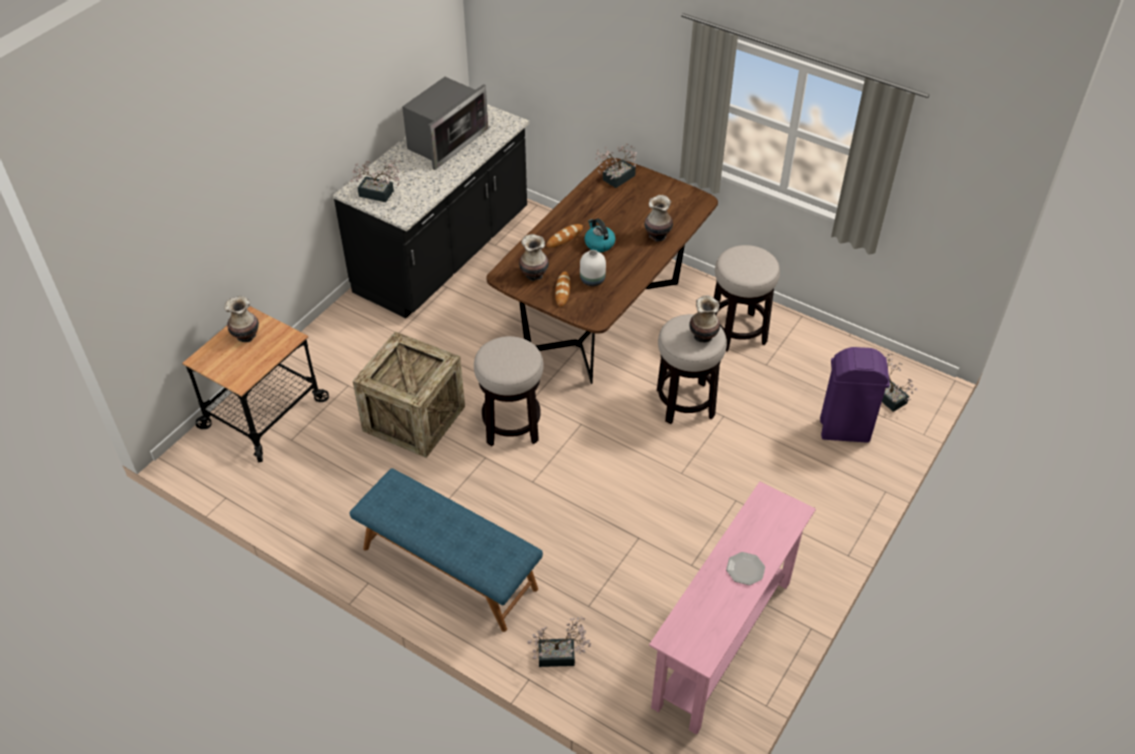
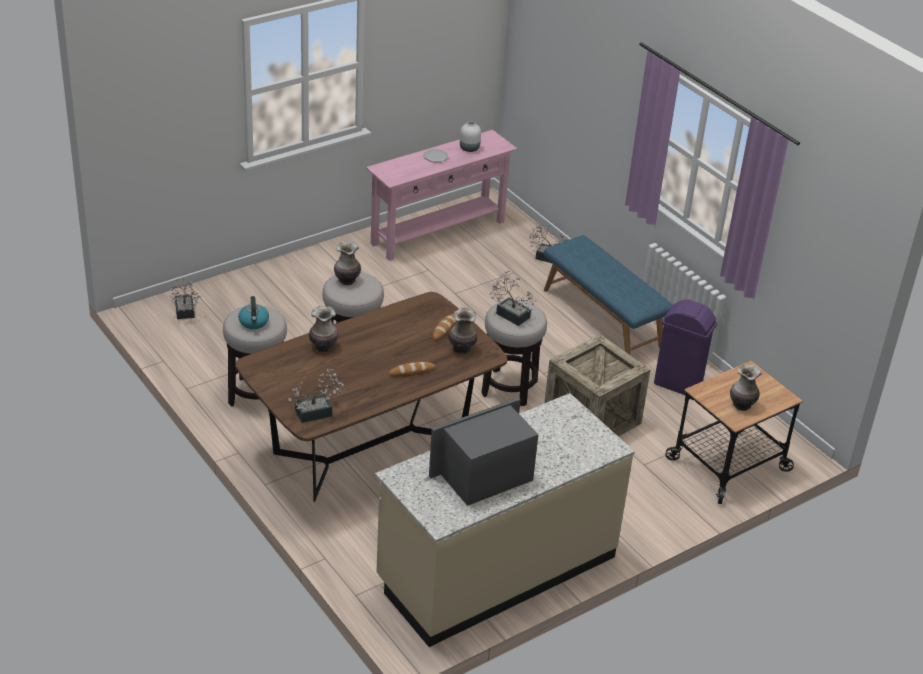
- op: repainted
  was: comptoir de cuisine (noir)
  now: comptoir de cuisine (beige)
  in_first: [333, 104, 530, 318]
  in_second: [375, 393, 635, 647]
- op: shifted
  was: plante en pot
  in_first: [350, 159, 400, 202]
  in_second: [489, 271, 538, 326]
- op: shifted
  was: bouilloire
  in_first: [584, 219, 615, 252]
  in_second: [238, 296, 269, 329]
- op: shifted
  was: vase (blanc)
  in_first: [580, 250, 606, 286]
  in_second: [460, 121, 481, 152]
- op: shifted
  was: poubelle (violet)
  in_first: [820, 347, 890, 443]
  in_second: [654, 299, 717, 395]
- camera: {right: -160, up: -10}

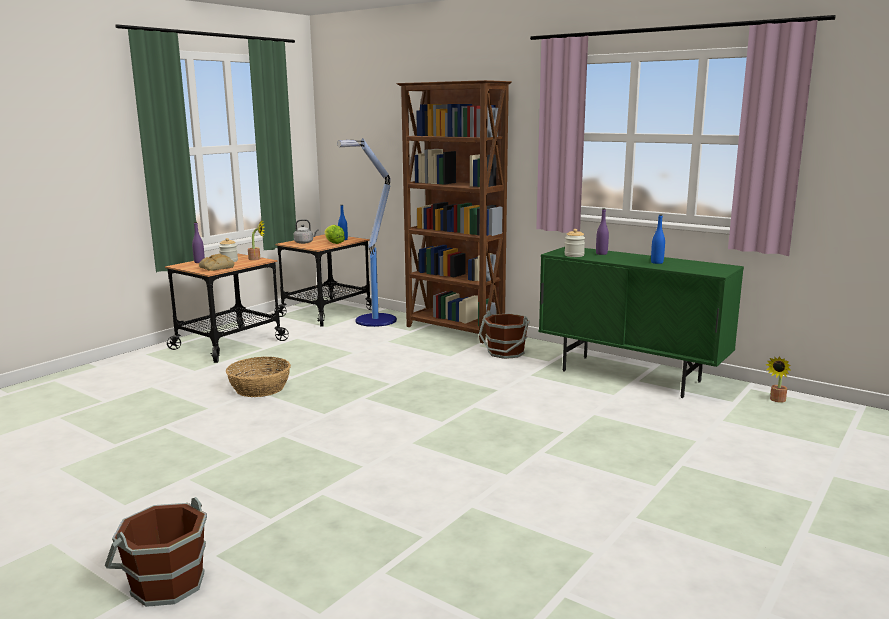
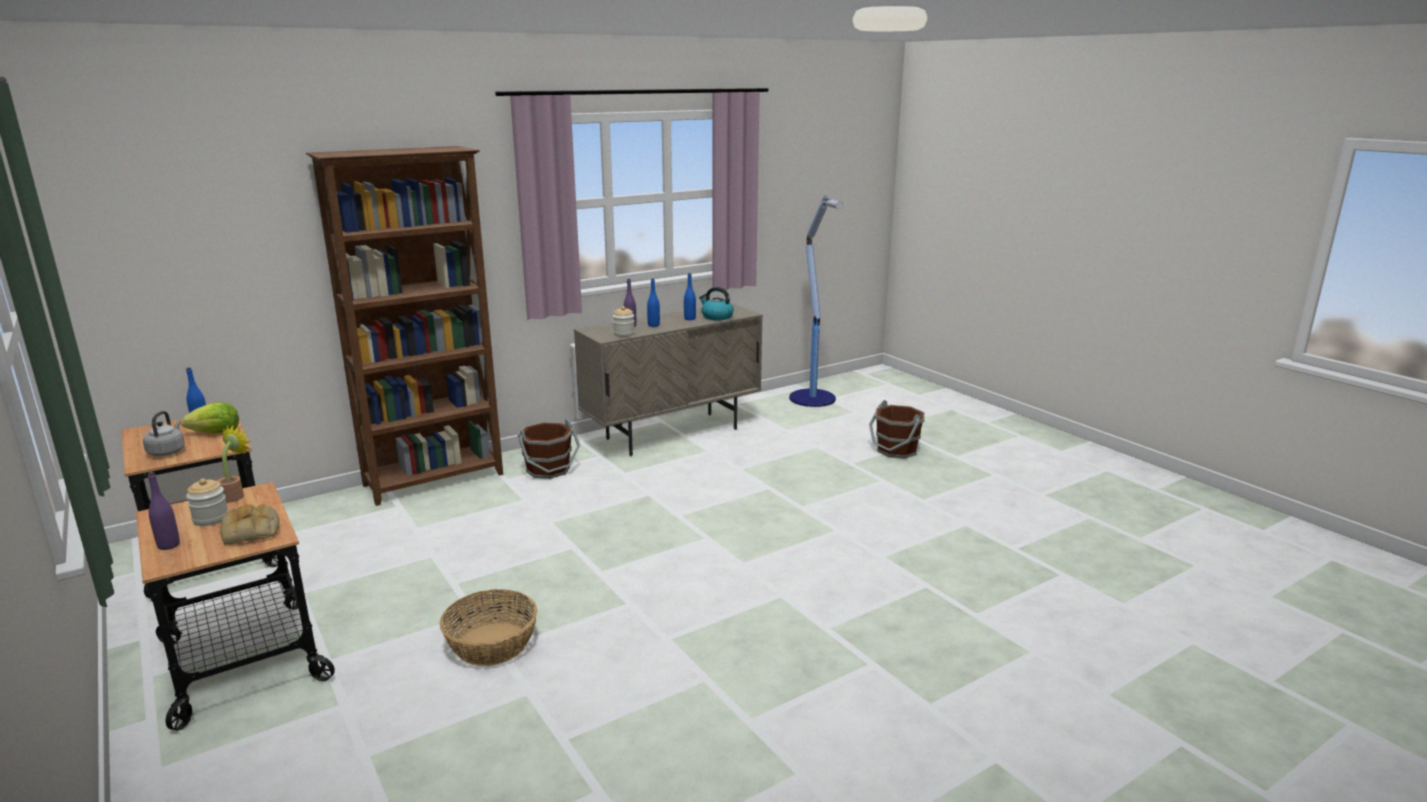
- op: shifted
  was: lampadaire
  in_first: [337, 138, 397, 327]
  in_second: [789, 196, 843, 407]
- op: repainted
  was: meuble de rangement (vert)
  now: meuble de rangement (beige)
  in_first: [539, 247, 744, 398]
  in_second: [574, 303, 763, 456]
- op: gone
  was: plante en pot
  in_first: [766, 357, 790, 403]
- op: shifted
  was: seau (marron)
  in_first: [105, 497, 207, 607]
  in_second: [869, 400, 925, 459]
- op: new
  now: bouteille (bleu)
  in_second: [647, 279, 660, 327]
- op: new
  now: bouilloire
  in_second: [699, 287, 734, 320]
- camera: {right: -70, up: 5}

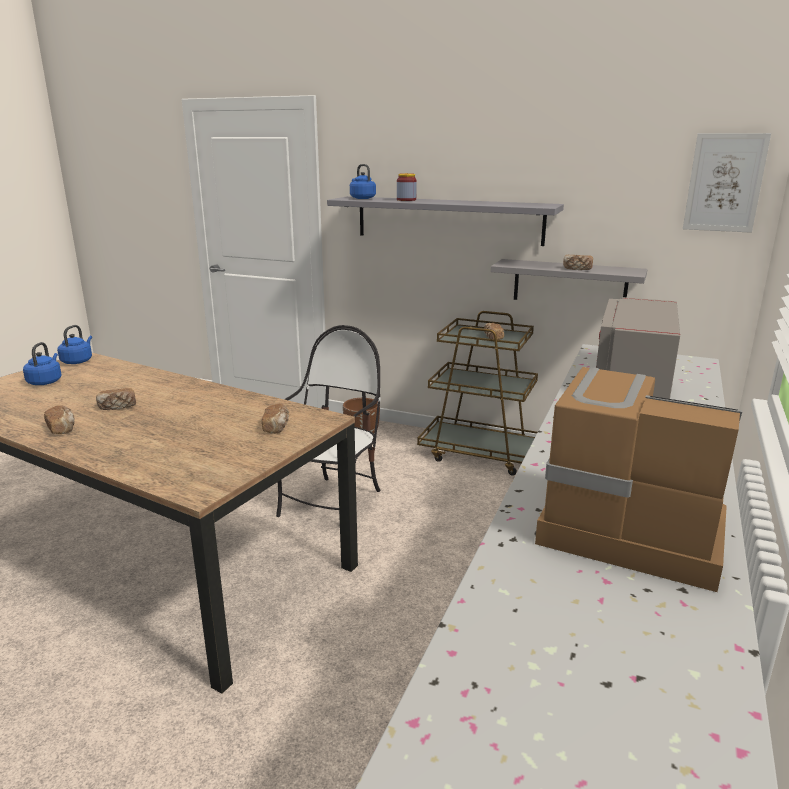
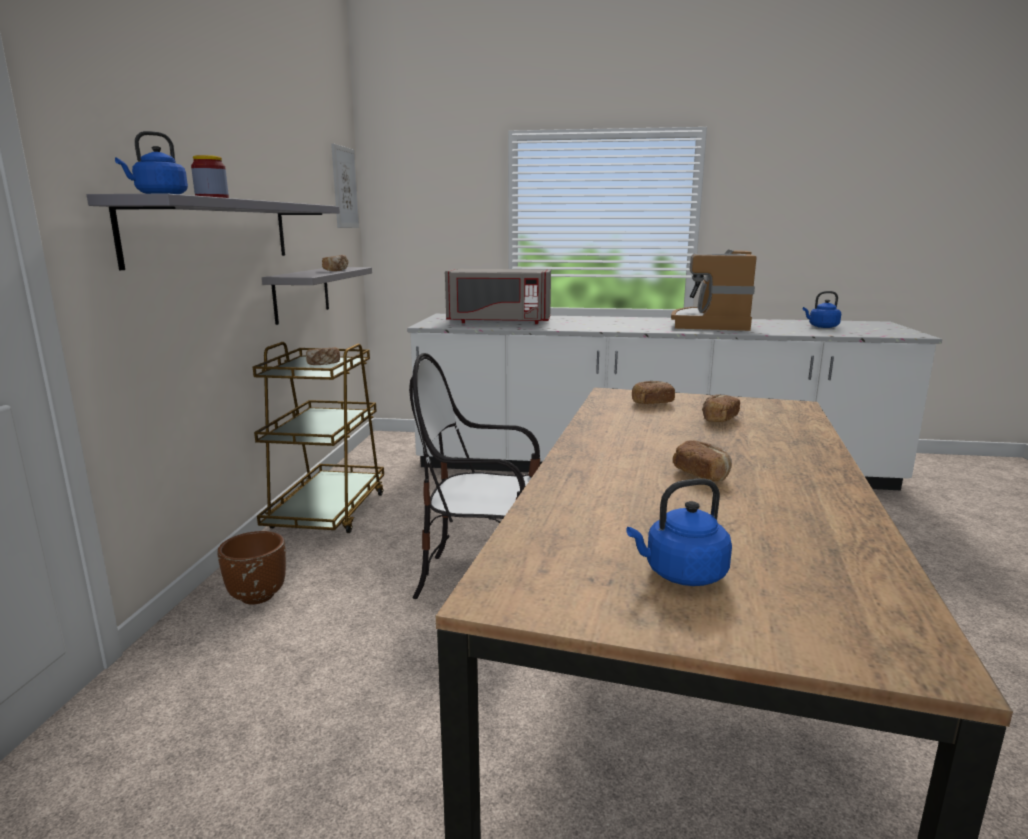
- op: shifted
  was: bouilloire (bleu)
  in_first: [57, 325, 92, 364]
  in_second: [803, 291, 841, 328]
- op: shifted
  was: pain
  in_first: [44, 405, 75, 434]
  in_second: [702, 394, 740, 422]
- camera: {right: -105, up: -5}

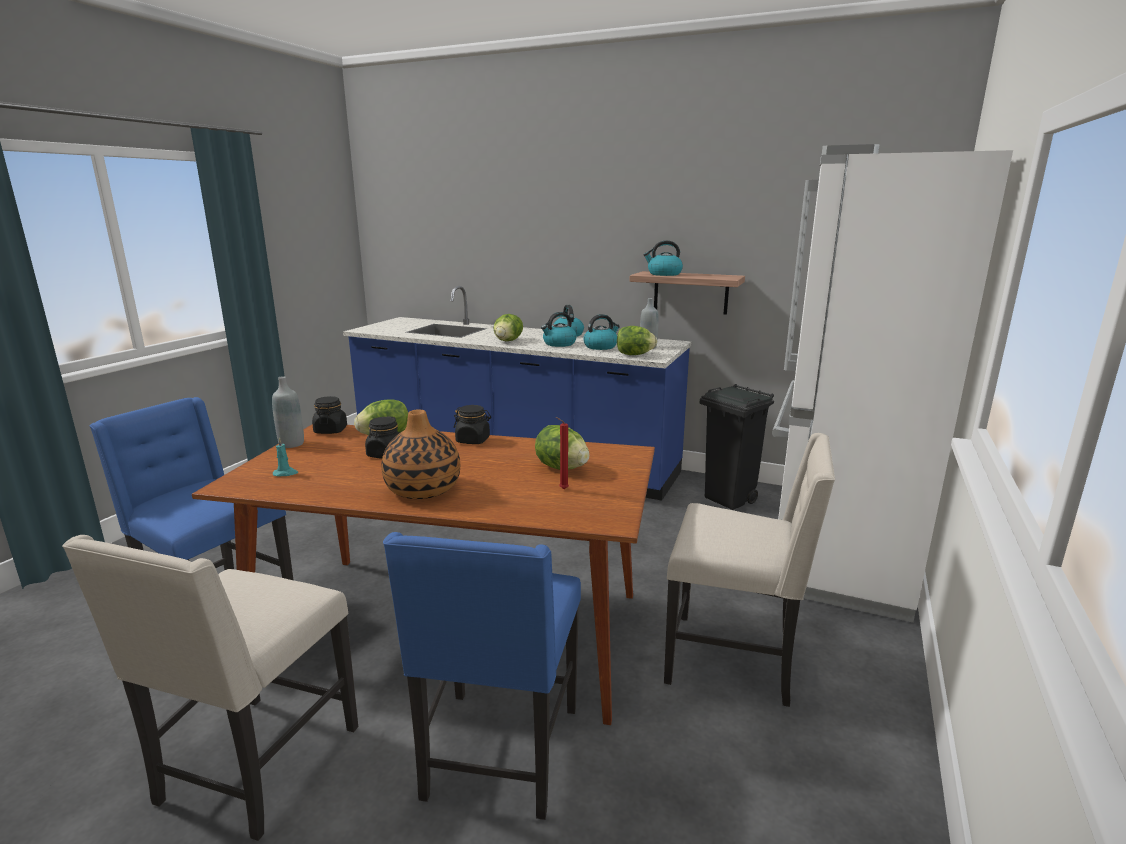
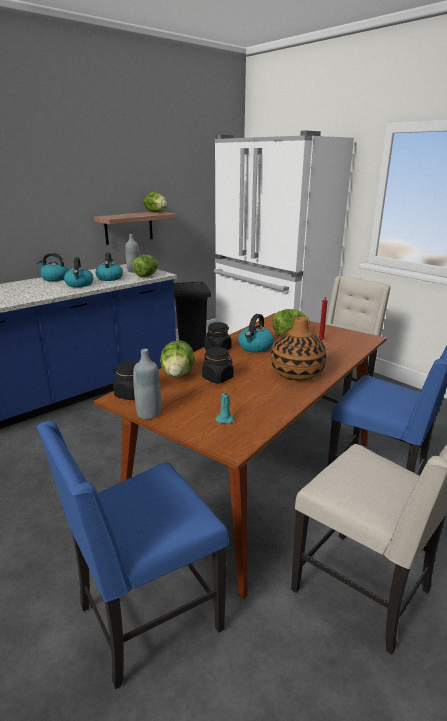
- op: shifted
  was: bouilloire
  in_first: [643, 240, 683, 276]
  in_second: [238, 314, 274, 353]
- op: shifted
  was: laitue
  in_first: [493, 314, 523, 341]
  in_second: [144, 192, 167, 212]
- camera: {right: -65, up: 5}

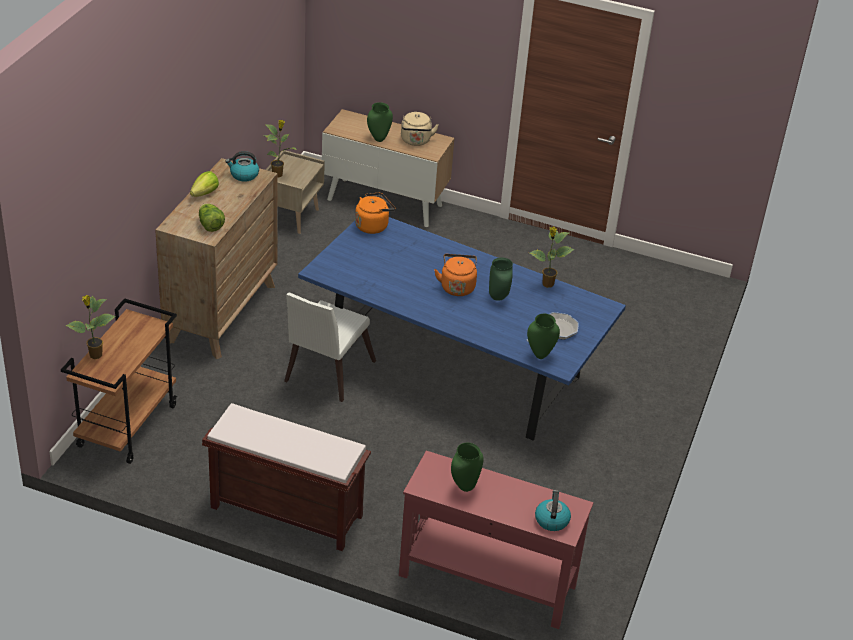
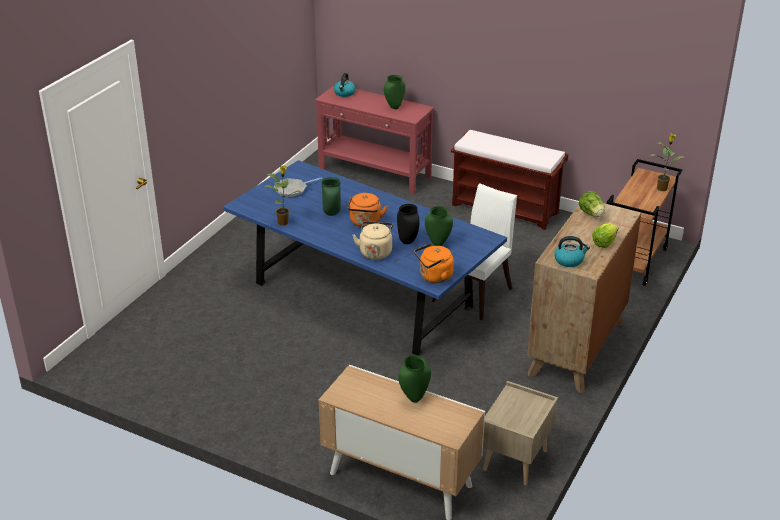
- op: shifted
  was: bouilloire (beige)
  in_first: [401, 112, 439, 146]
  in_second: [352, 221, 393, 260]
- op: gone
  was: plante en pot
  in_first: [262, 120, 296, 178]
- op: shifted
  was: vase (vert)
  in_first: [527, 314, 560, 359]
  in_second: [425, 206, 453, 246]
- op: new
  now: vase (noir)
  in_second: [397, 204, 419, 244]
- camera: {right: -170, up: -5}

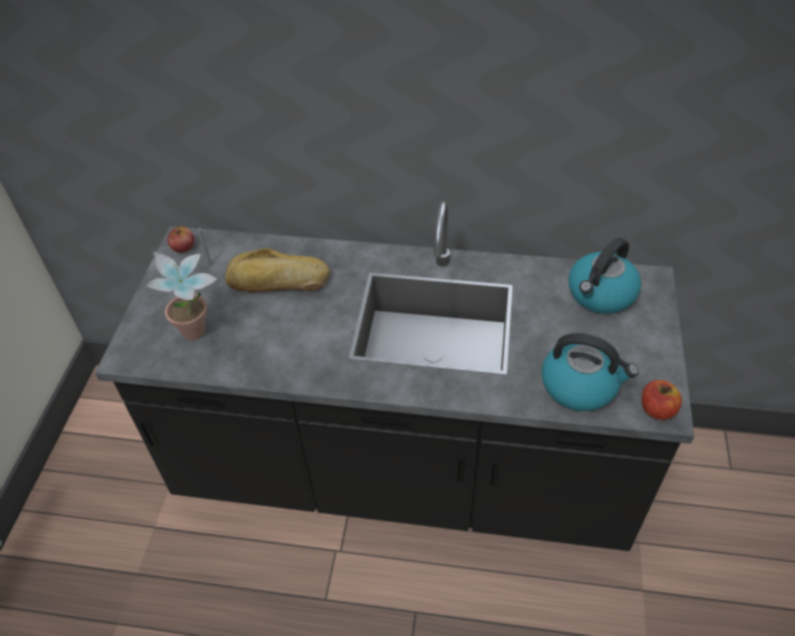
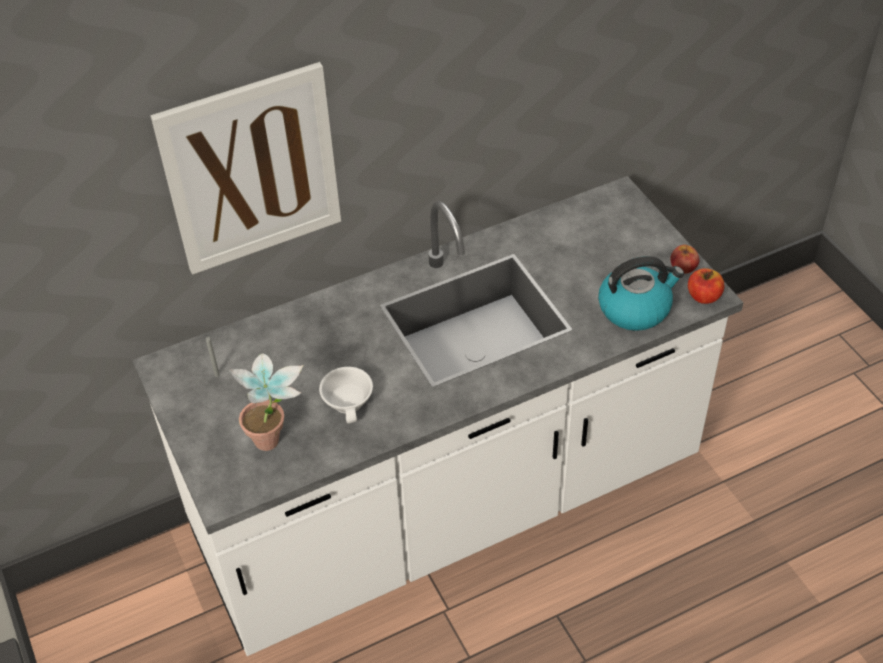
- op: repainted
  was: comptoir de cuisine (noir)
  now: comptoir de cuisine (blanc)
  in_first: [95, 201, 694, 551]
  in_second: [132, 176, 743, 656]
- op: shifted
  was: pomme
  in_first: [167, 226, 195, 253]
  in_second: [670, 245, 699, 274]
- op: gone
  was: bouilloire
  in_first: [568, 238, 641, 314]
- op: gone
  was: pain
  in_first: [225, 248, 330, 292]
- op: new
  now: tableau
  in_second: [151, 62, 341, 275]
- op: new
  now: tasse (blanc)
  in_second: [319, 367, 373, 424]
- camera: {right: -35, up: 0}

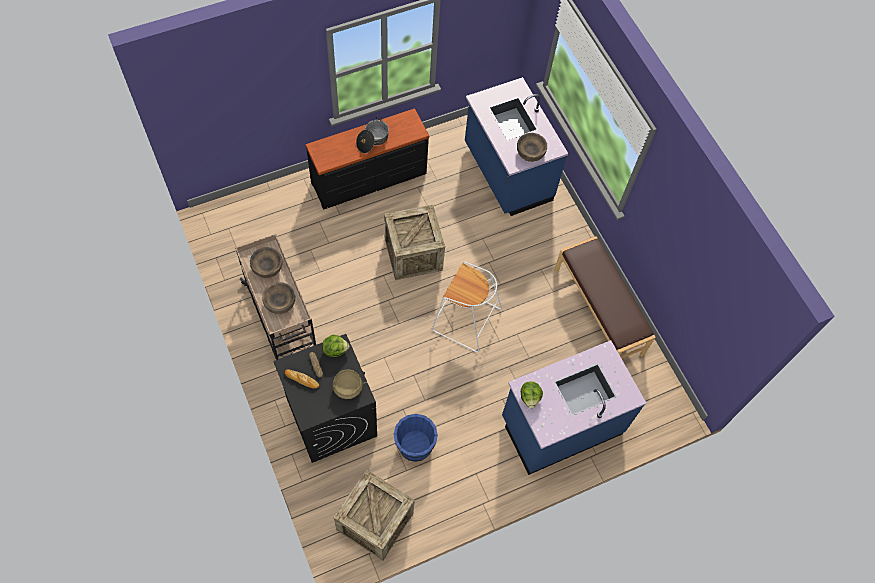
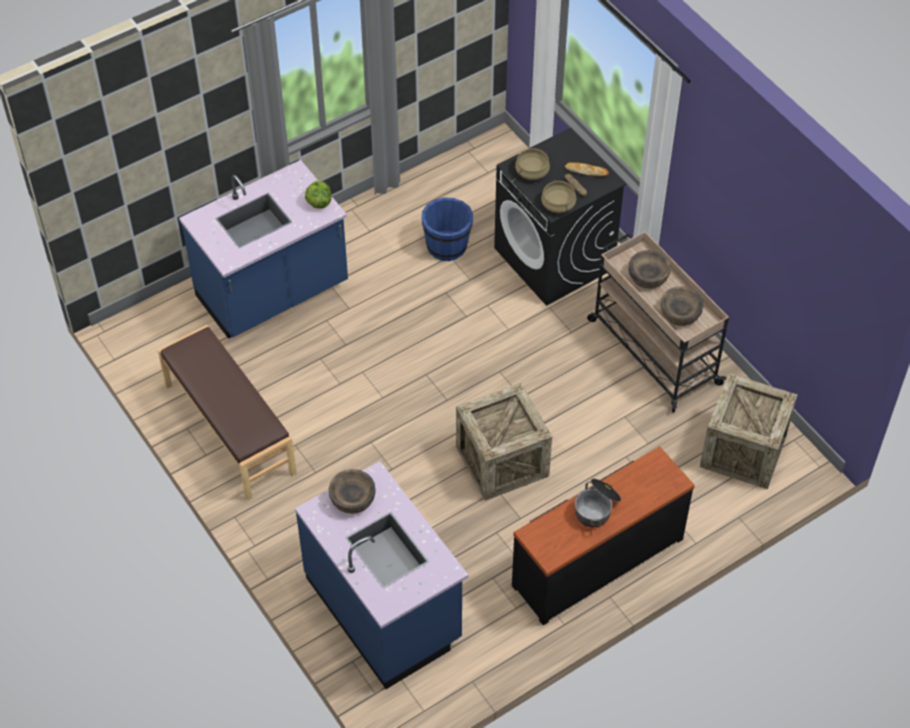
- op: gone
  was: tabouret (blanc)
  in_first: [432, 262, 502, 352]
- op: swapped
  was: laitue
  now: marmite (beige)
  in_first: [322, 335, 349, 357]
  in_second: [541, 180, 577, 213]
- op: shifted
  was: caisse
  in_first: [333, 469, 415, 561]
  in_second: [700, 373, 798, 489]
- camera: {right: 175, up: -10}

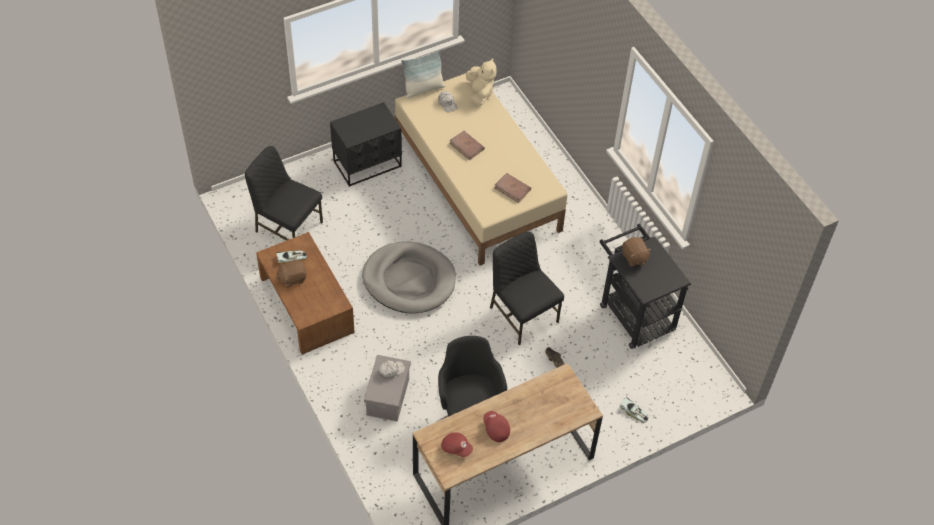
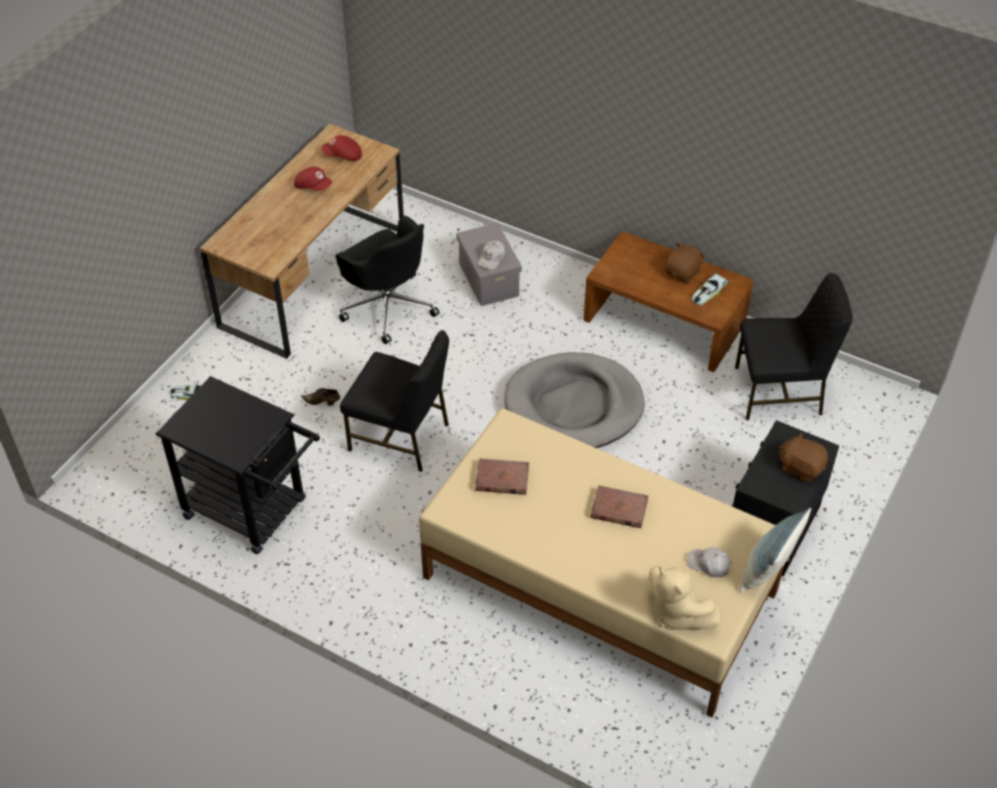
- op: shifted
  was: peluche (marron)
  in_first: [622, 237, 652, 266]
  in_second: [779, 432, 828, 482]
- camera: {right: 150, up: -5}

